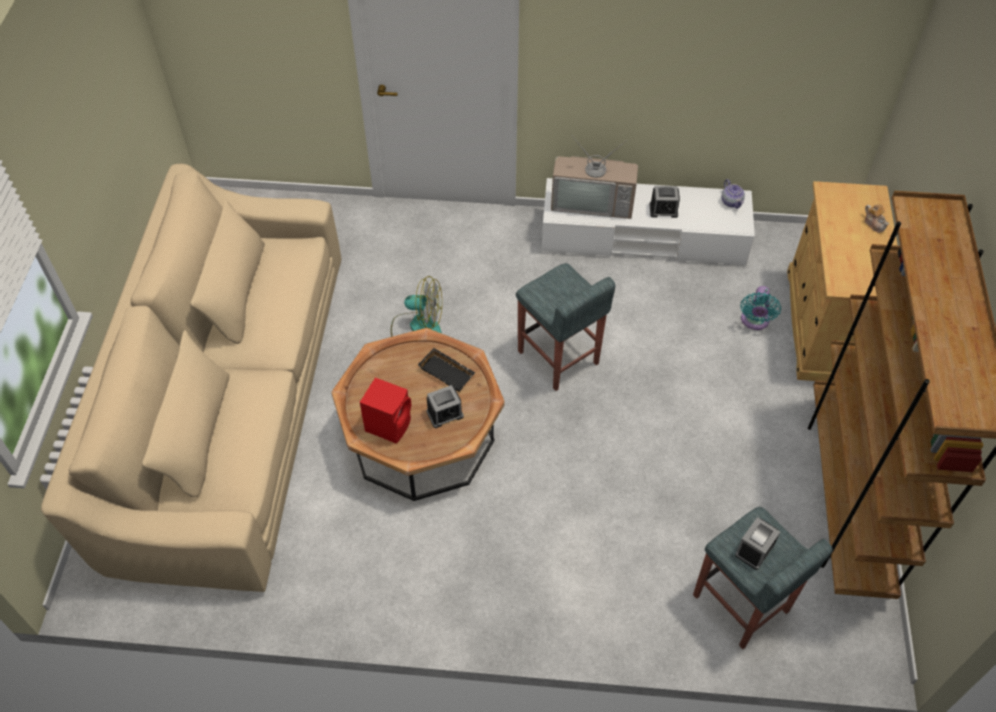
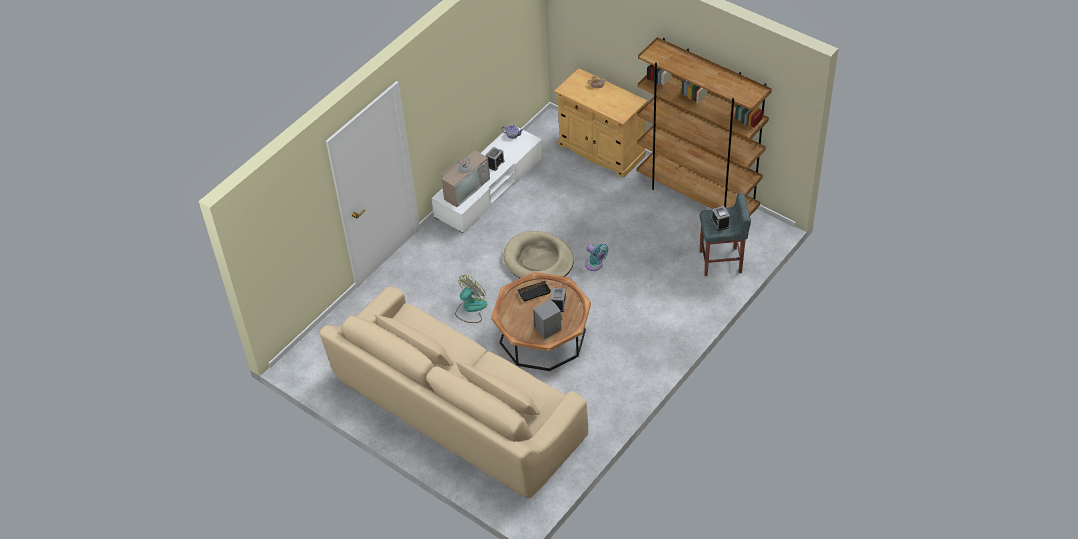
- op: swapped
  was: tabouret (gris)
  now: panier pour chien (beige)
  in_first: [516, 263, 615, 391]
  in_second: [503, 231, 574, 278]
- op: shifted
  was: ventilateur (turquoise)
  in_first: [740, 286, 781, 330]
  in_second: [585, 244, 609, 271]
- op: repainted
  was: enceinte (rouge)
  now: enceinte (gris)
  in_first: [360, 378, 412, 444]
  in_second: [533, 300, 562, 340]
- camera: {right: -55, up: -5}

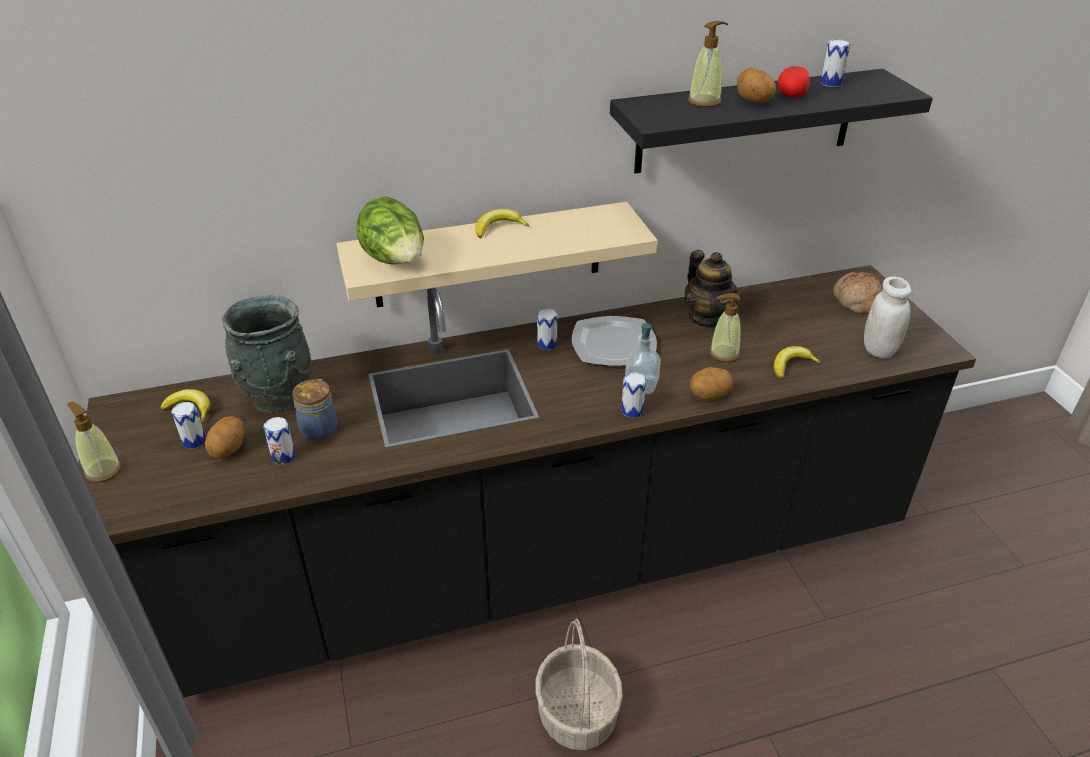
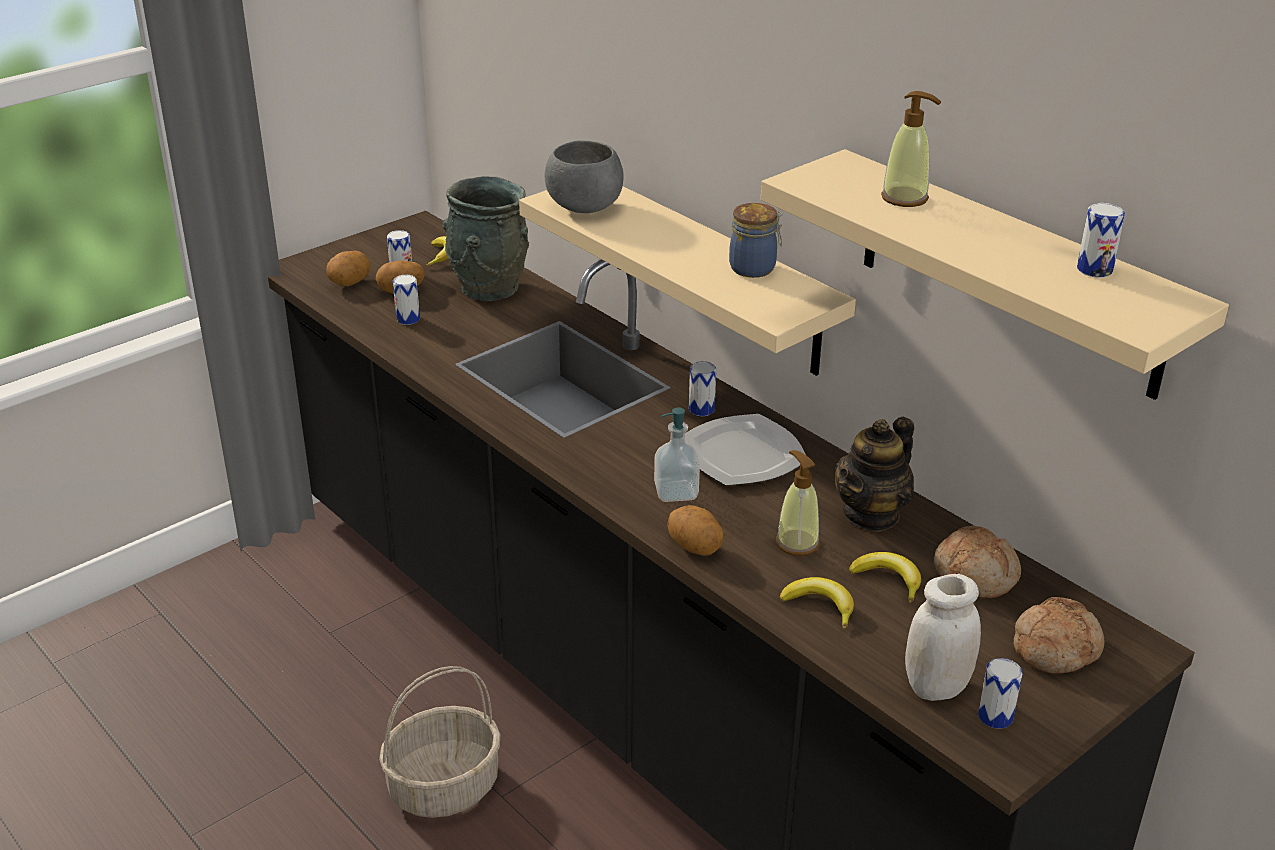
- op: gone
  was: tomate
  in_first: [778, 66, 810, 97]
- op: shifted
  was: pomme de terre
  in_first: [737, 68, 776, 104]
  in_second: [326, 251, 370, 286]
- op: repainted
  was: étagère (noir)
  now: étagère (beige)
  in_first: [610, 69, 933, 174]
  in_second: [761, 149, 1229, 400]
- op: swapped
  was: laitue
  now: bol (gris)
  in_first: [357, 196, 424, 264]
  in_second: [545, 141, 624, 213]
- op: shifted
  was: banane
  in_first: [475, 209, 529, 238]
  in_second: [849, 552, 921, 603]
- op: shifted
  was: boîte métallique
  in_first: [621, 372, 646, 418]
  in_second: [978, 658, 1023, 729]
- op: shifted
  was: bocal
  in_first: [292, 379, 338, 440]
  in_second: [729, 203, 783, 278]
- op: gone
  was: distributeur de savon
  in_first: [67, 402, 122, 482]
- op: new
  now: pain
  in_second: [934, 526, 1021, 598]
- camera: {right: 65, up: -5}

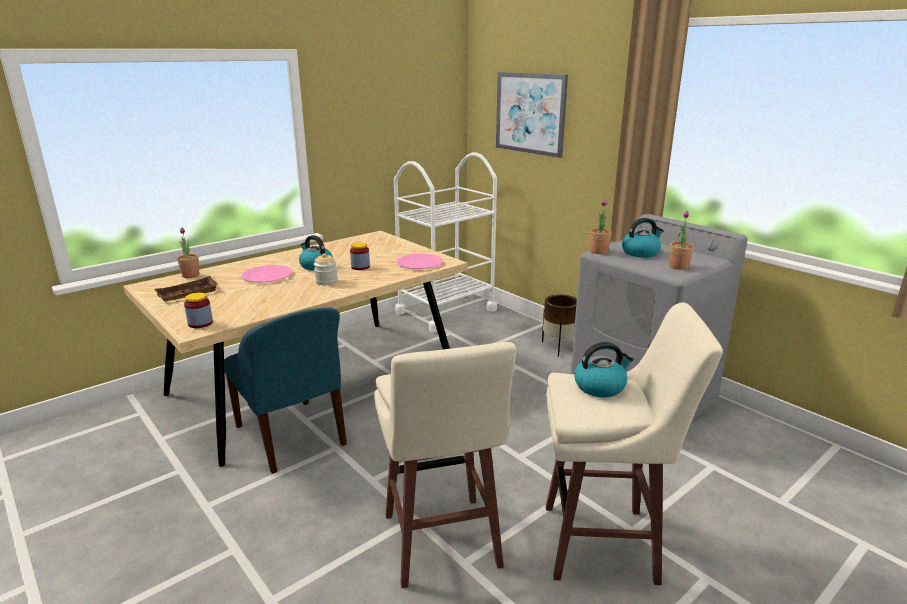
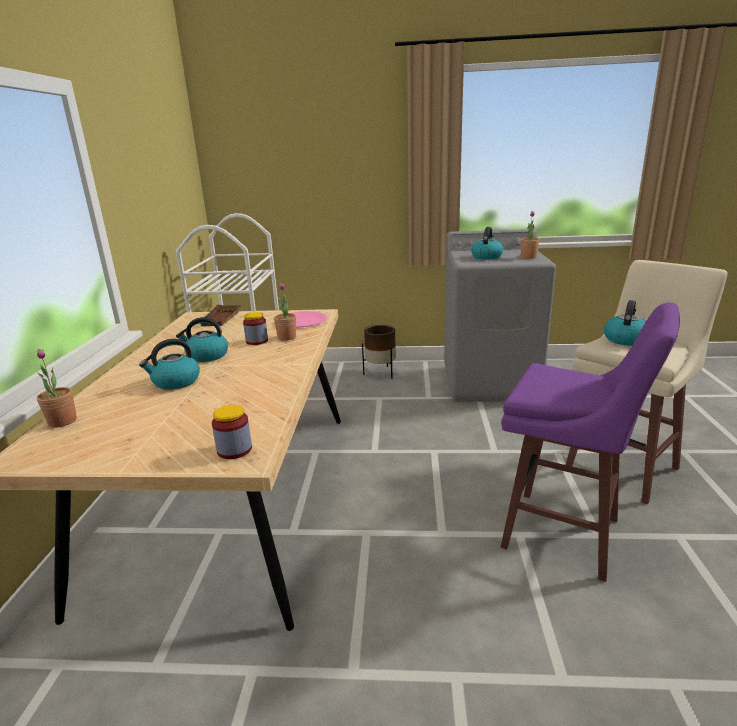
- op: gone
  was: tableau
  in_first: [496, 72, 568, 158]
- op: shifted
  was: plante en pot
  in_first: [590, 199, 612, 254]
  in_second: [274, 283, 296, 341]
- op: gone
  was: bocal
  in_first: [314, 253, 338, 285]
- op: swapped
  was: assiette (rose)
  now: bouilloire
  in_first: [241, 265, 292, 282]
  in_second: [139, 339, 200, 390]
- op: shifted
  was: plateau (marron)
  in_first: [155, 276, 219, 301]
  in_second: [200, 305, 241, 327]
- op: gone
  was: chaise (bleu)
  in_first: [224, 308, 347, 474]
- op: repainted
  was: tabouret (beige)
  now: tabouret (violet)
  in_first: [374, 342, 516, 588]
  in_second: [501, 302, 680, 582]
- camera: {right: -45, up: 0}

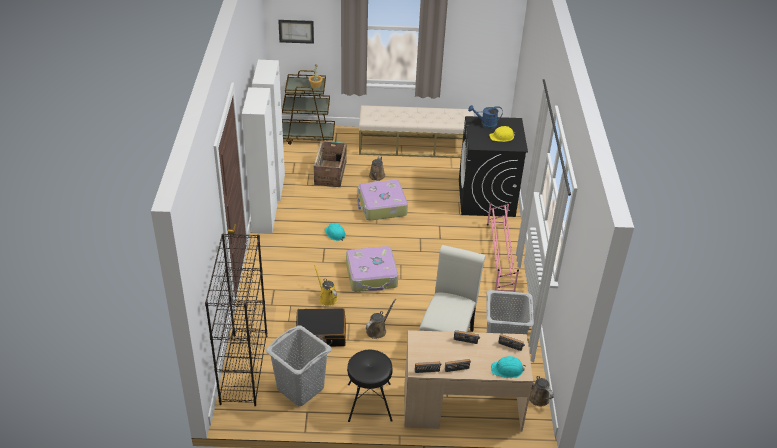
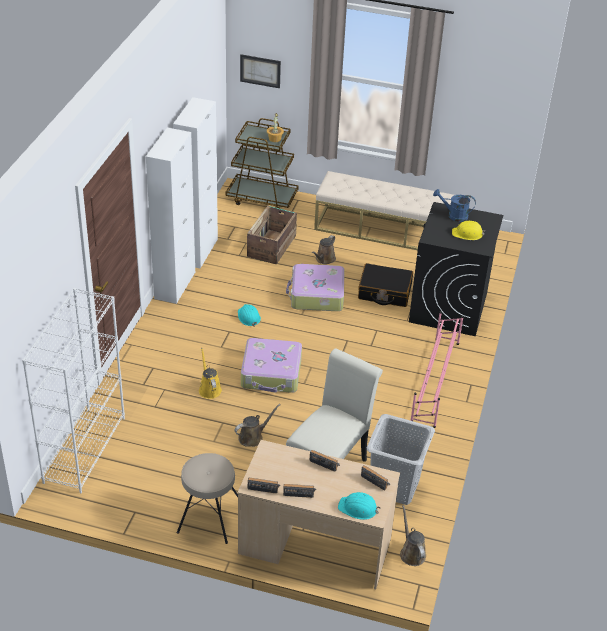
- op: repainted
  was: bibliothèque (noir)
  now: bibliothèque (blanc)
  in_first: [205, 234, 267, 406]
  in_second: [22, 288, 125, 493]
- op: shifted
  was: valise (noir)
  in_first: [296, 308, 346, 347]
  in_second: [358, 263, 413, 307]
- op: gone
  was: panier à linge (gris)
  in_first: [266, 325, 332, 406]
- op: repainted
  was: tabouret (noir)
  now: tabouret (beige)
  in_first: [347, 349, 393, 422]
  in_second: [177, 453, 238, 544]
- camera: {right: 15, up: 0}

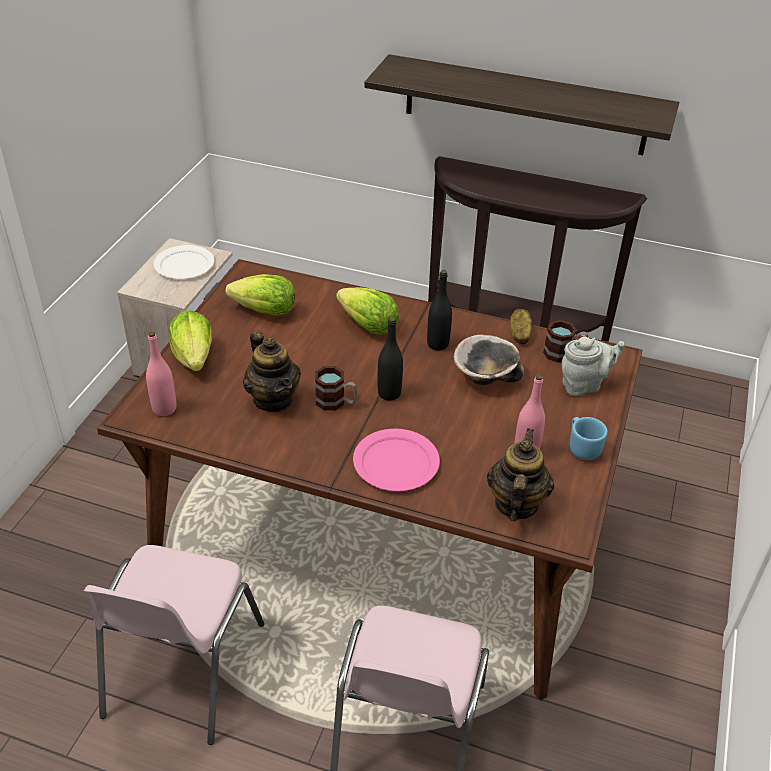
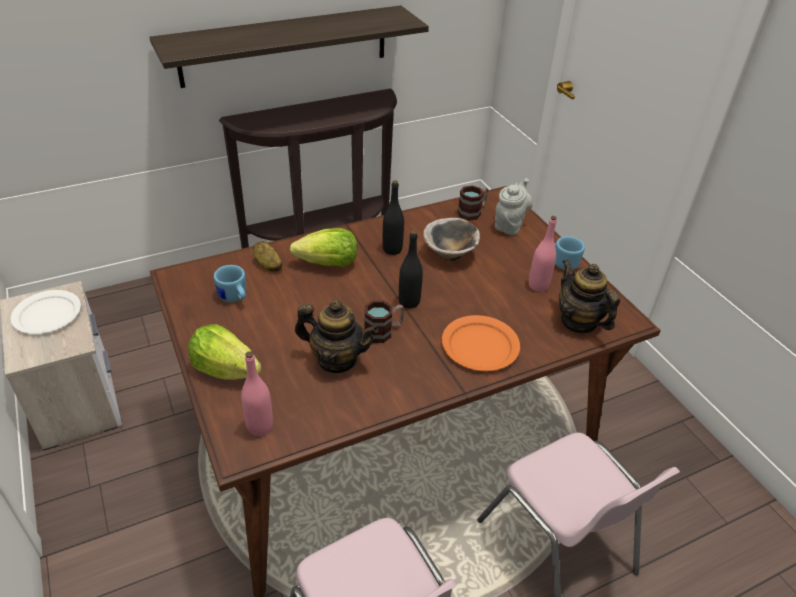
- op: swapped
  was: laitue
  now: mug (bleu)
  in_first: [225, 274, 295, 316]
  in_second: [214, 265, 246, 302]
- op: shifted
  was: pomme de terre
  in_first: [510, 309, 532, 344]
  in_second: [253, 241, 282, 272]
- op: repainted
  was: assiette (rose)
  now: assiette (orange)
  in_first: [353, 429, 440, 491]
  in_second: [442, 315, 520, 371]
- camera: {right: -45, up: 0}

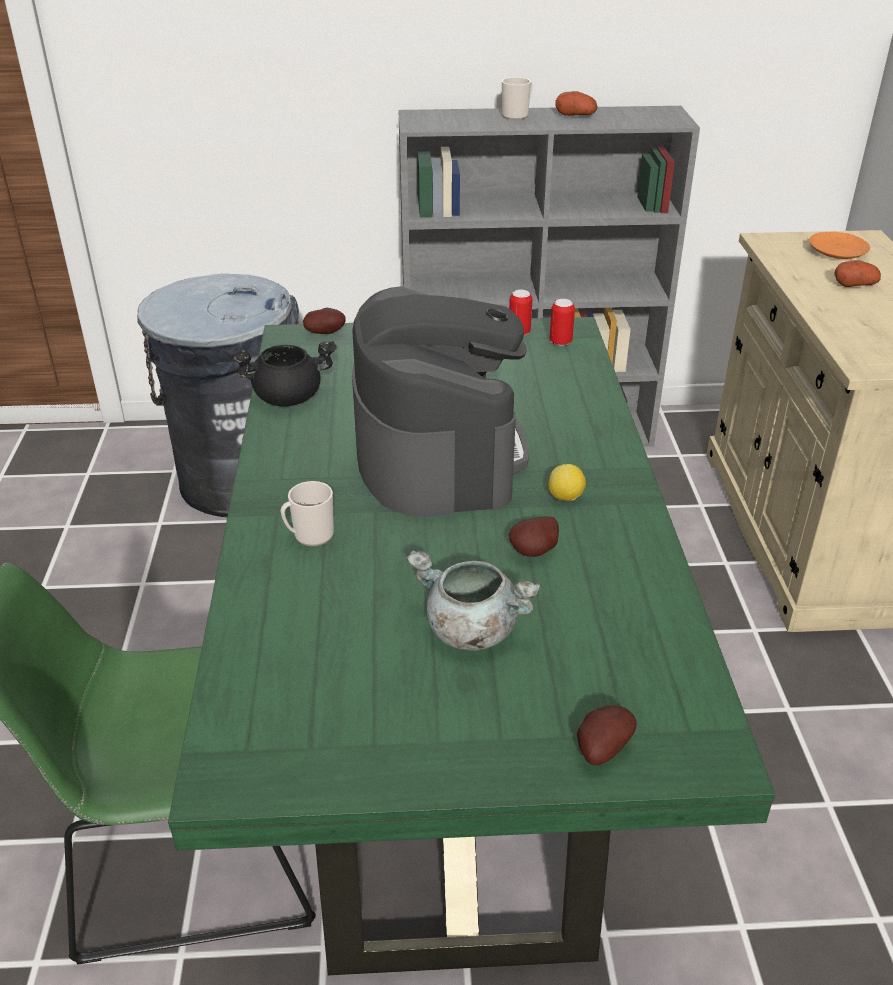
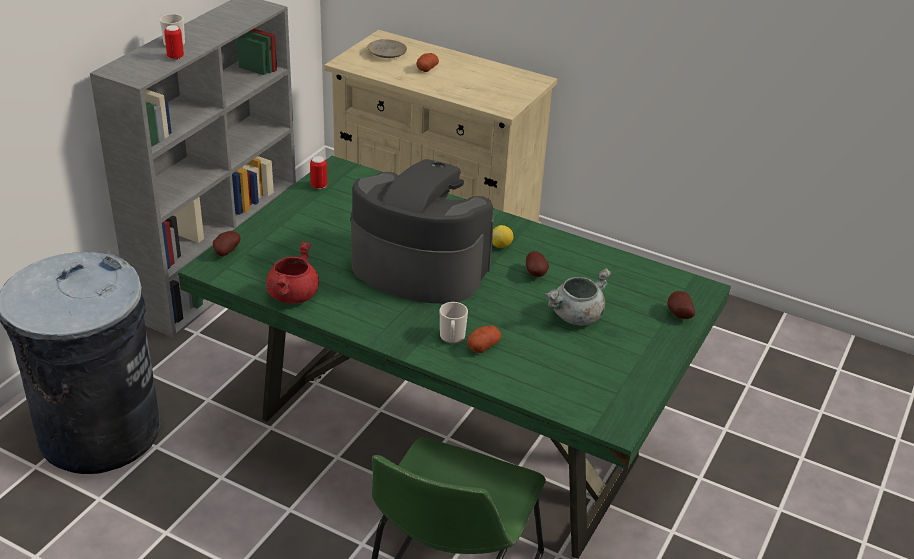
- op: shifted
  was: pomme de terre
  in_first: [556, 91, 597, 116]
  in_second: [467, 325, 501, 353]
- op: repainted
  was: assiette (orange)
  now: assiette (beige)
  in_first: [809, 232, 870, 259]
  in_second: [367, 39, 407, 58]
- op: shifted
  was: boîte métallique
  in_first: [550, 299, 575, 346]
  in_second: [164, 25, 184, 60]
- op: repainted
  was: marmite (noir)
  now: marmite (rouge)
  in_first: [232, 341, 337, 407]
  in_second: [266, 241, 319, 304]
- camera: {right: -60, up: 0}

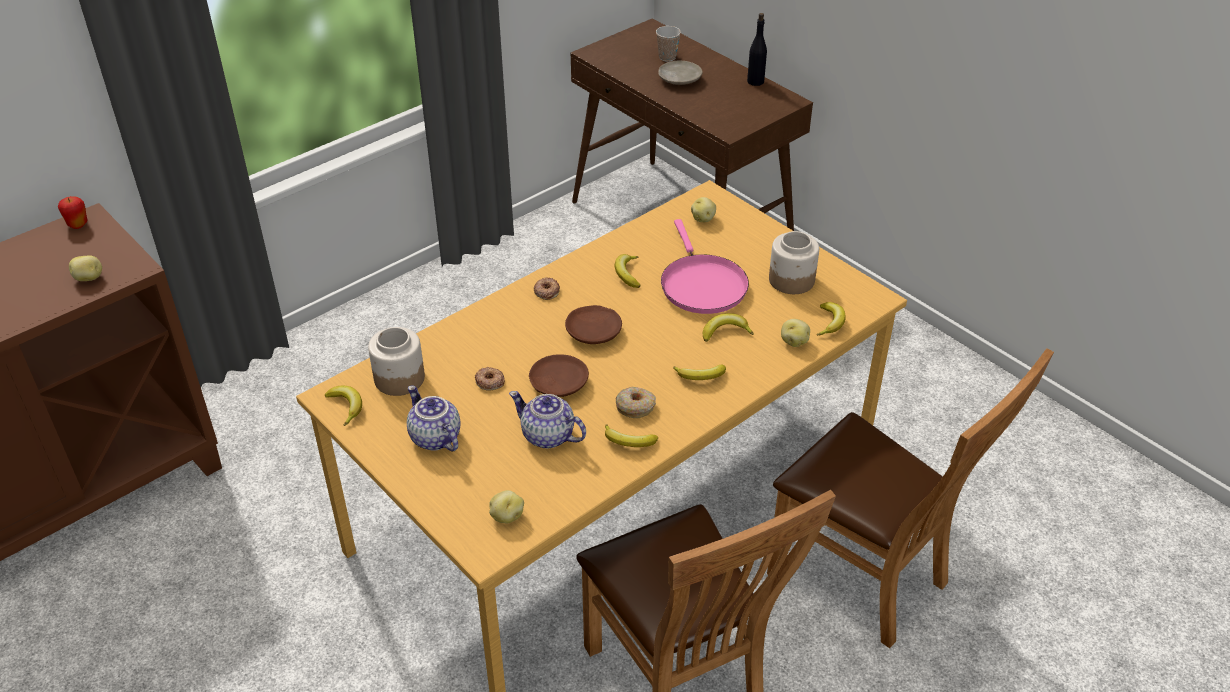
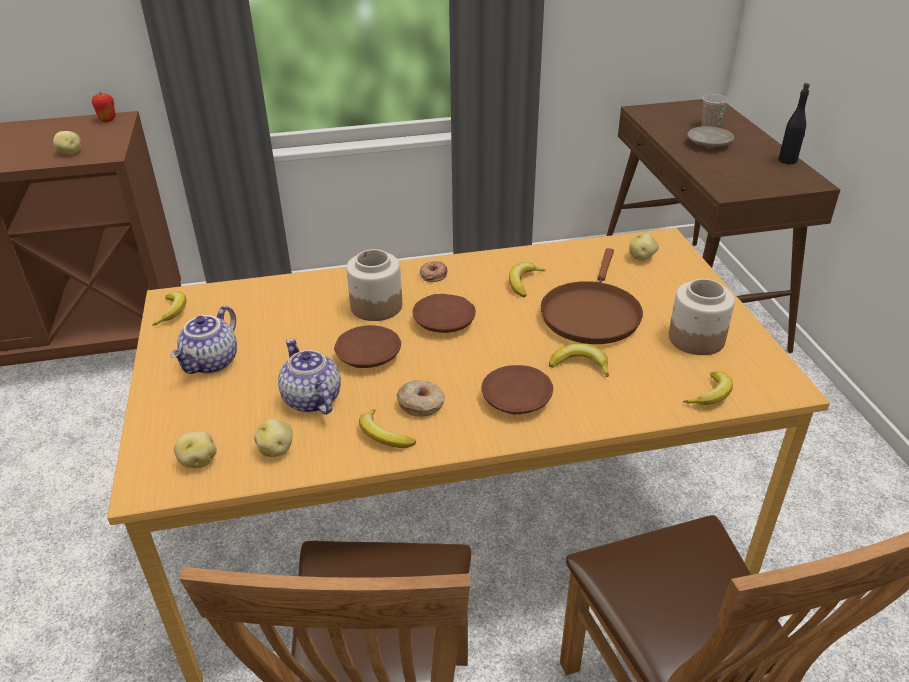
- op: repainted
  was: poêle (rose)
  now: poêle (marron)
  in_first: [661, 219, 749, 314]
  in_second: [541, 248, 643, 344]
- op: shifted
  was: pomme de terre
  in_first: [781, 319, 810, 347]
  in_second: [254, 419, 293, 457]
- op: shifted
  was: bocal
  in_first: [368, 327, 425, 396]
  in_second: [346, 249, 402, 321]
- op: swapped
  was: banane
  now: assiette (marron)
  in_first: [673, 365, 726, 380]
  in_second: [482, 365, 553, 414]
- op: gone
  was: beignet
  in_first: [475, 367, 505, 391]
- op: rotated
  was: théière
  in_first: [407, 385, 460, 452]
  in_second: [171, 306, 237, 374]
  clockwise: -150
- camera: {right: 30, up: -5}

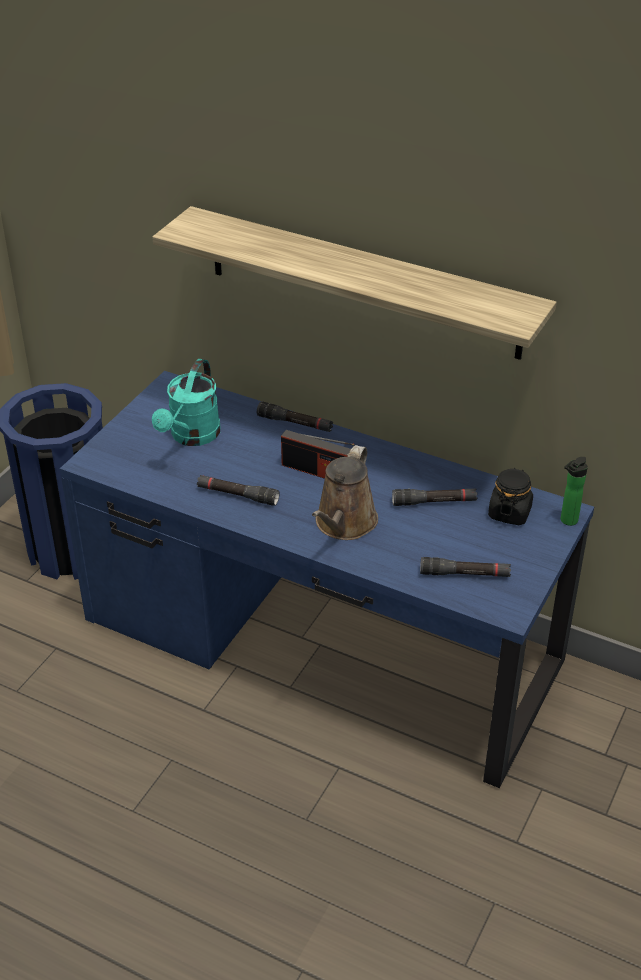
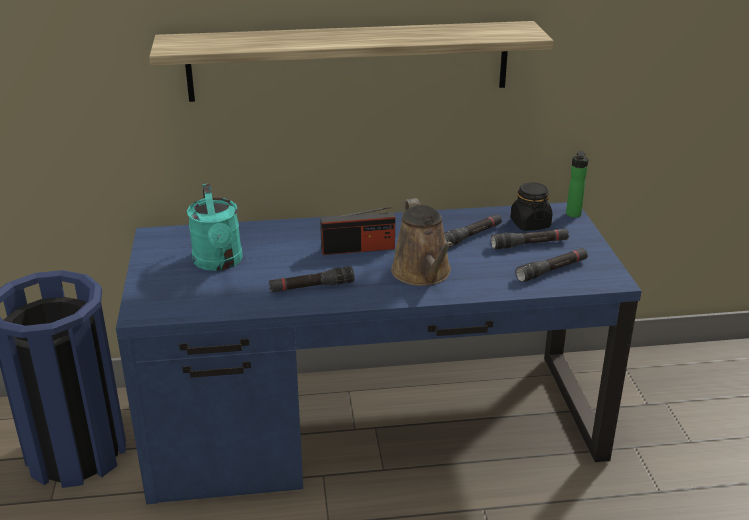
- op: shifted
  was: lampe de poche (noir)
  in_first: [257, 402, 333, 432]
  in_second: [491, 228, 569, 249]
- camera: {right: -35, up: -10}

